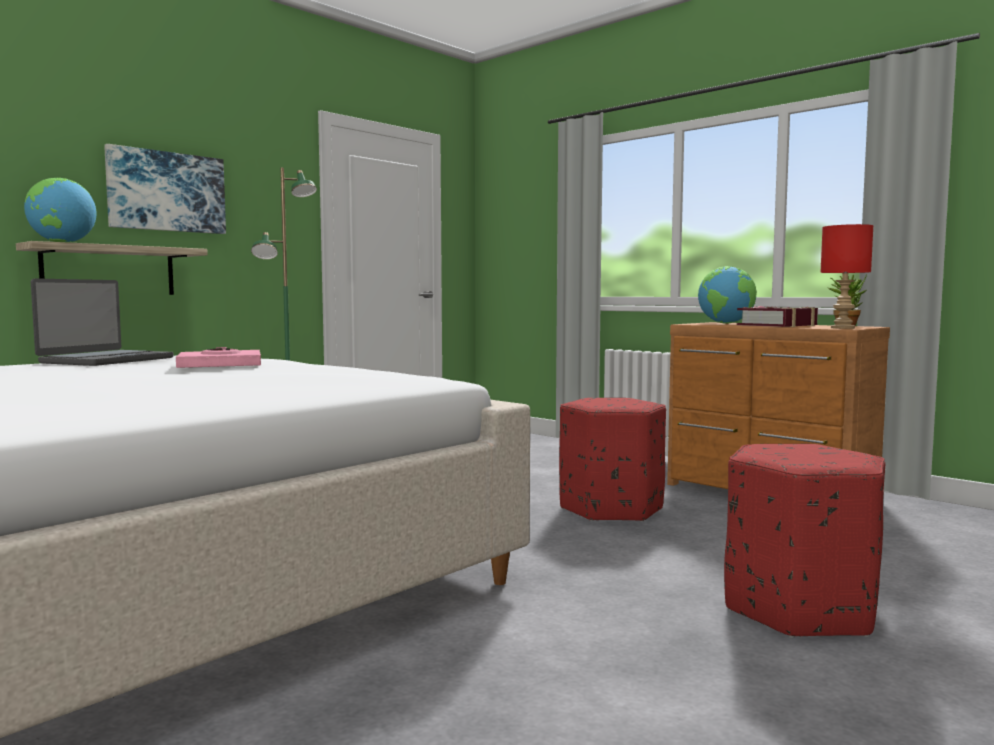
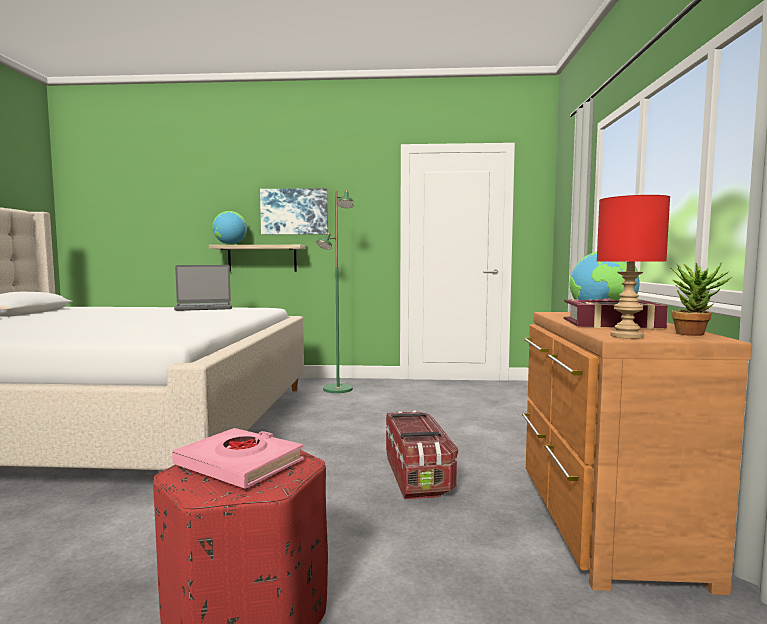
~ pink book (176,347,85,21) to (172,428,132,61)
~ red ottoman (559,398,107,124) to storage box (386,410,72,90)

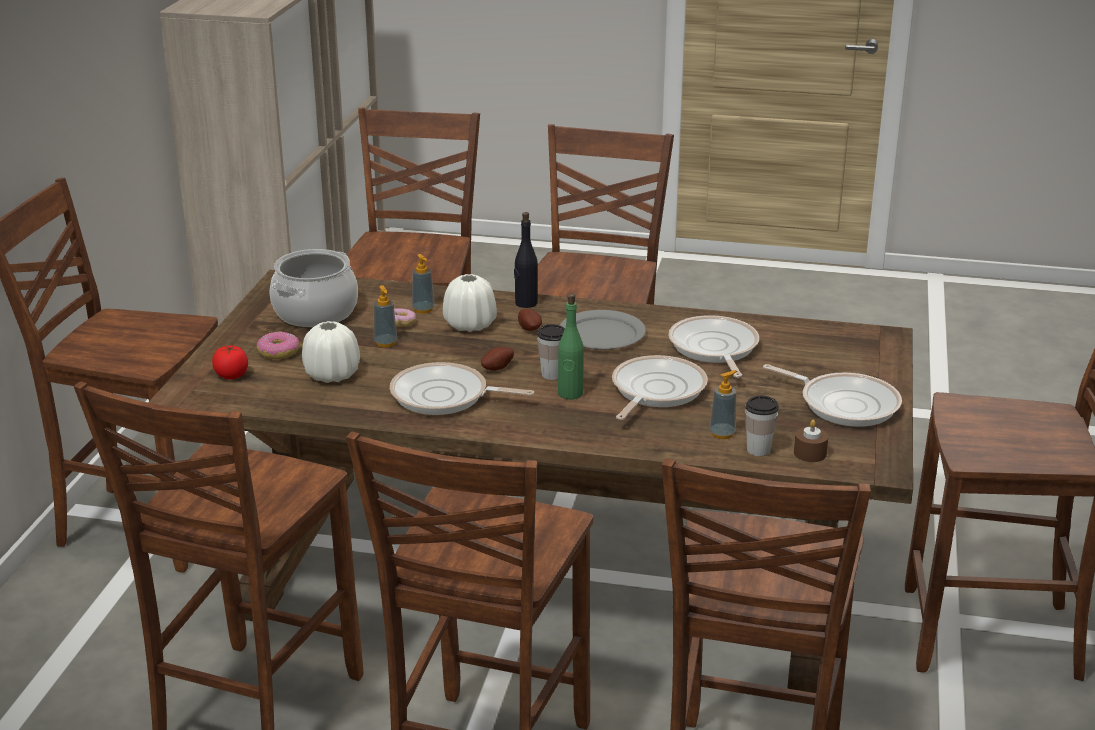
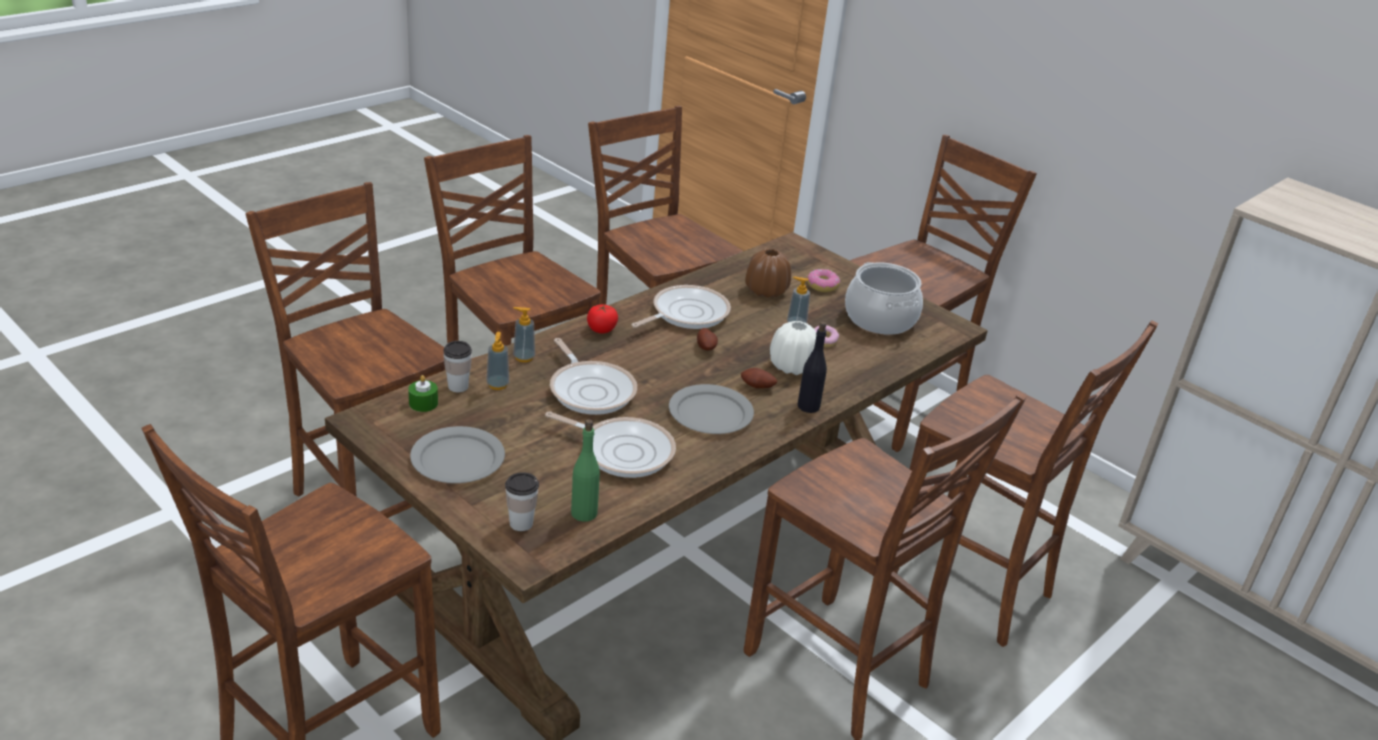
~ tomato (212,345,36,34) to (587,304,31,29)
~ white vase (302,321,58,62) to brown vase (745,249,46,49)
~ soap dispenser (412,254,23,60) to (513,307,22,55)
~ cup (537,324,28,56) to (505,472,34,59)
~ green bottle (558,294,26,105) to (571,419,29,103)
~ frying pan (763,364,139,63) to grey plate (410,426,95,57)
~ brown candle (794,420,34,42) to green candle (408,375,30,37)

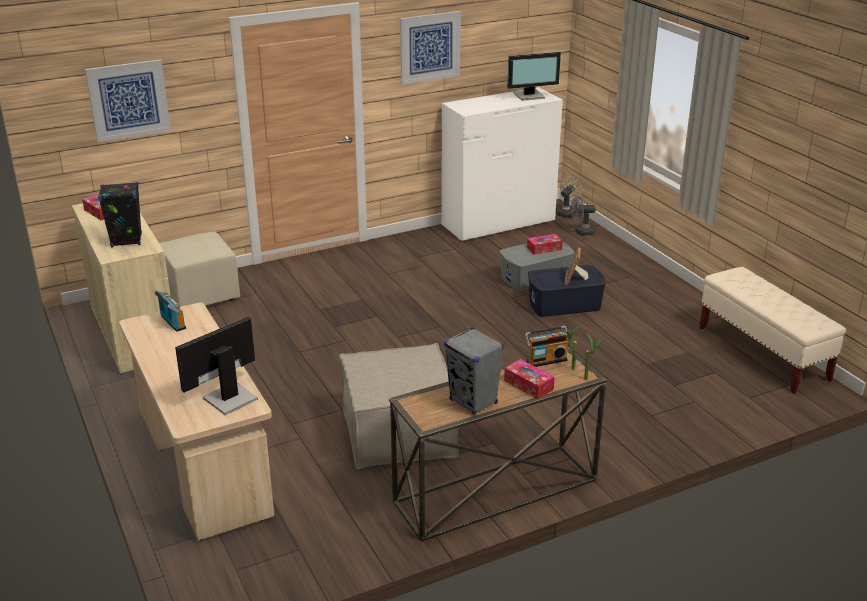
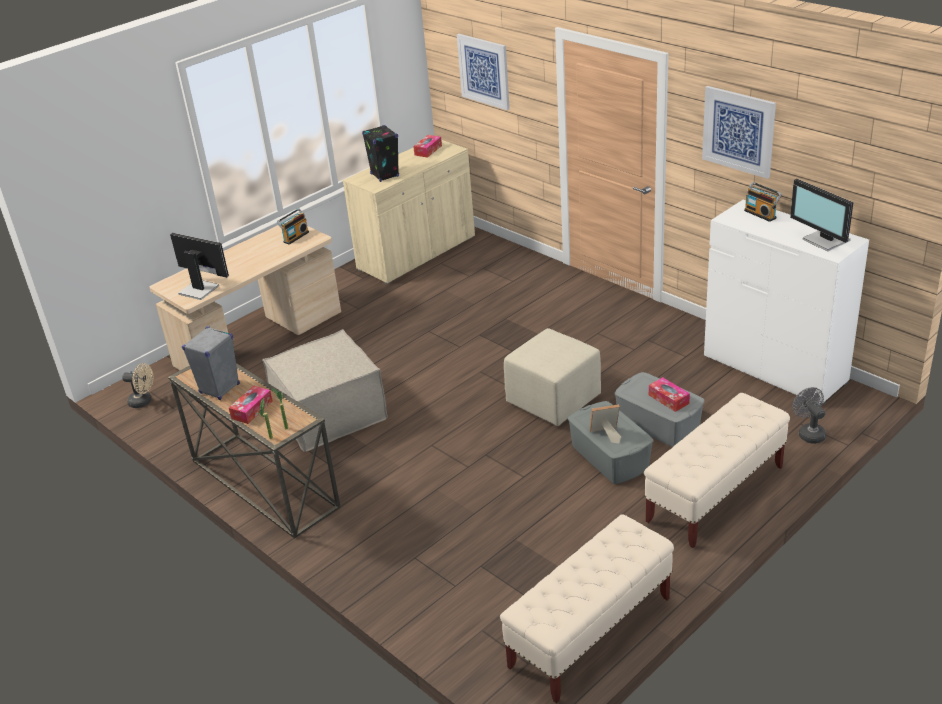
~ beige ottoman (159,231,81,76) to (504,328,97,98)
~ radio (525,326,44,41) to (744,182,38,40)
~ blue storage box (528,265,78,52) to grey storage box (568,401,85,83)
~ beige fan (556,176,27,41) to (122,363,31,45)
+ beige bench (644,393,146,155)

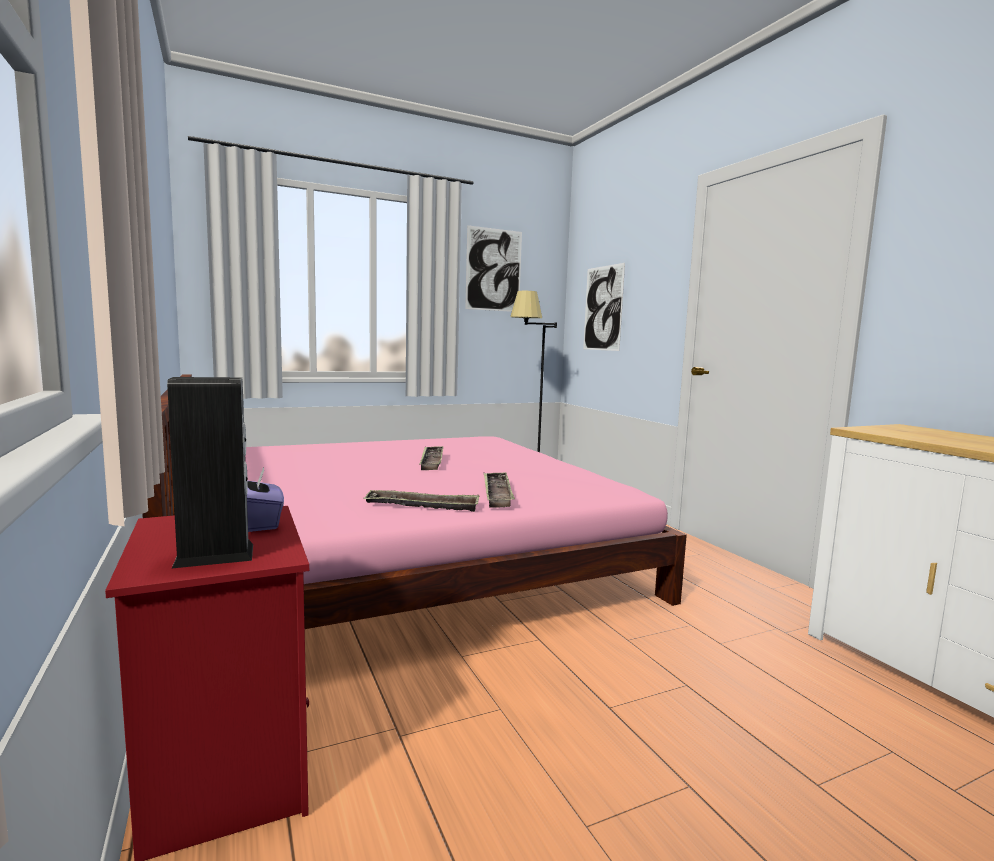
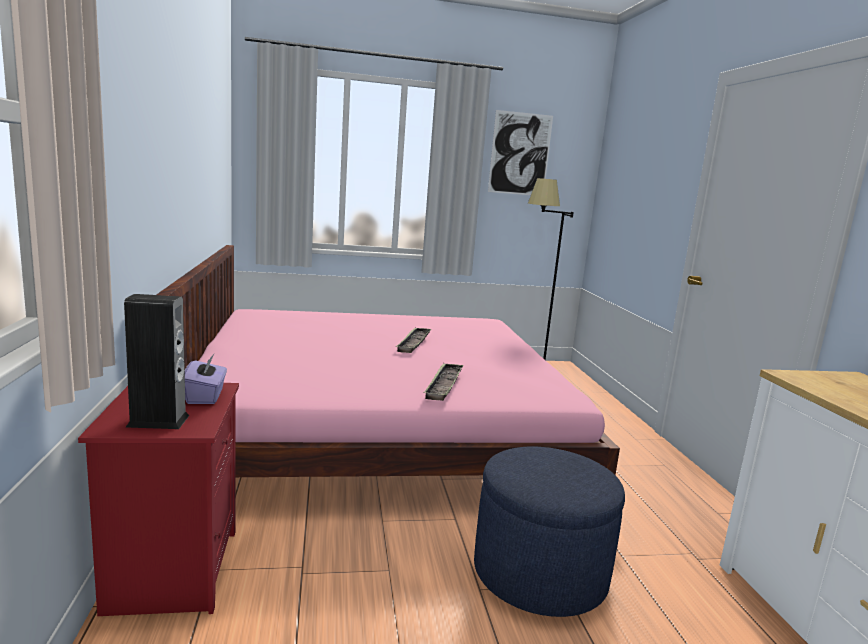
- tray (364,490,116,22)
- picture (583,263,42,88)
+ blue ottoman (474,447,151,170)

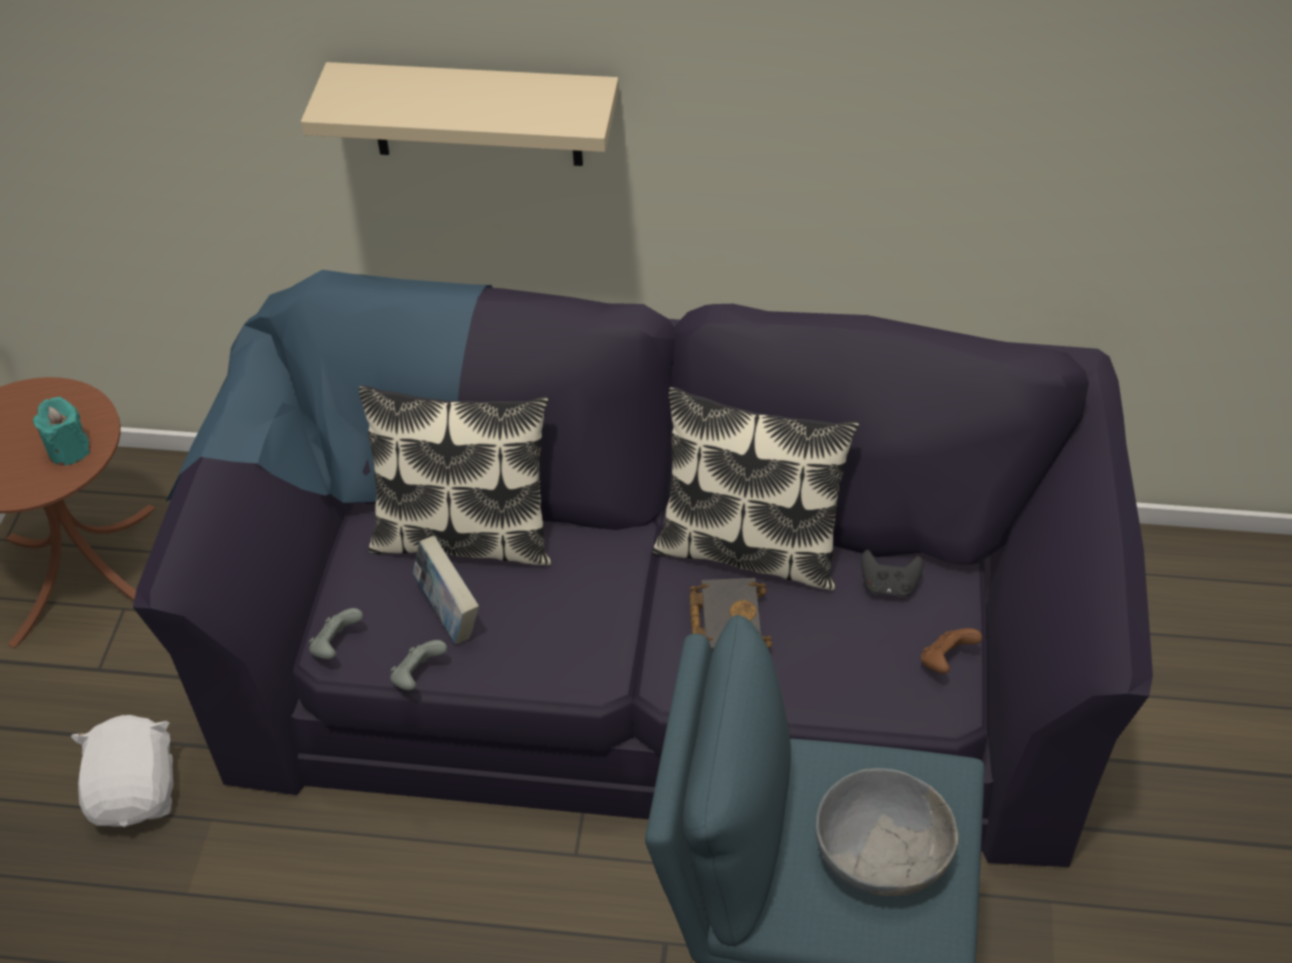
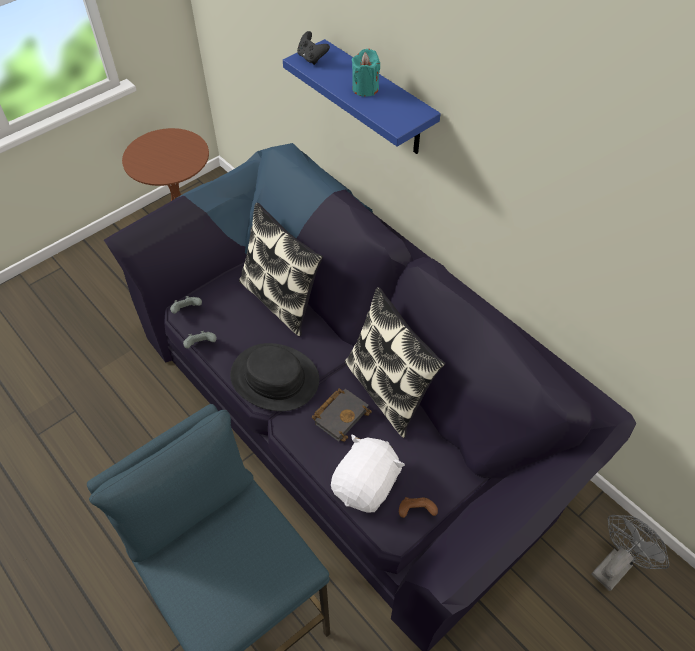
~ turquoise candle (33,397,58,69) to (352,49,28,48)
~ white plush toy (71,715,102,112) to (331,435,74,78)
~ beige shelf (301,62,318,104) to blue shelf (283,39,158,115)
- book (413,536,66,108)
- grey bowl (815,768,144,128)
~ black game controller (861,550,63,47) to (297,31,33,34)
+ black hat (230,343,89,68)
+ grey fan (592,515,77,76)

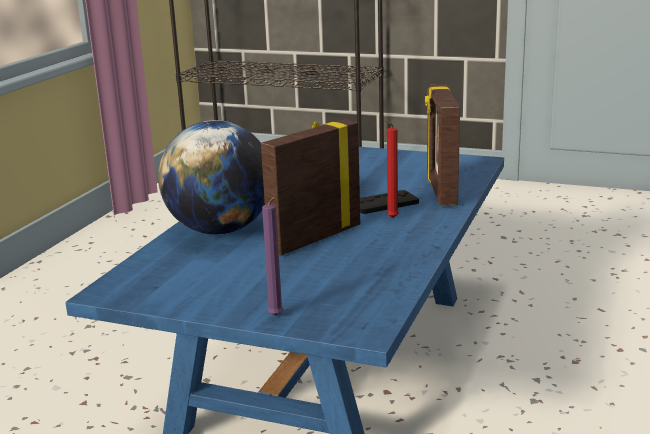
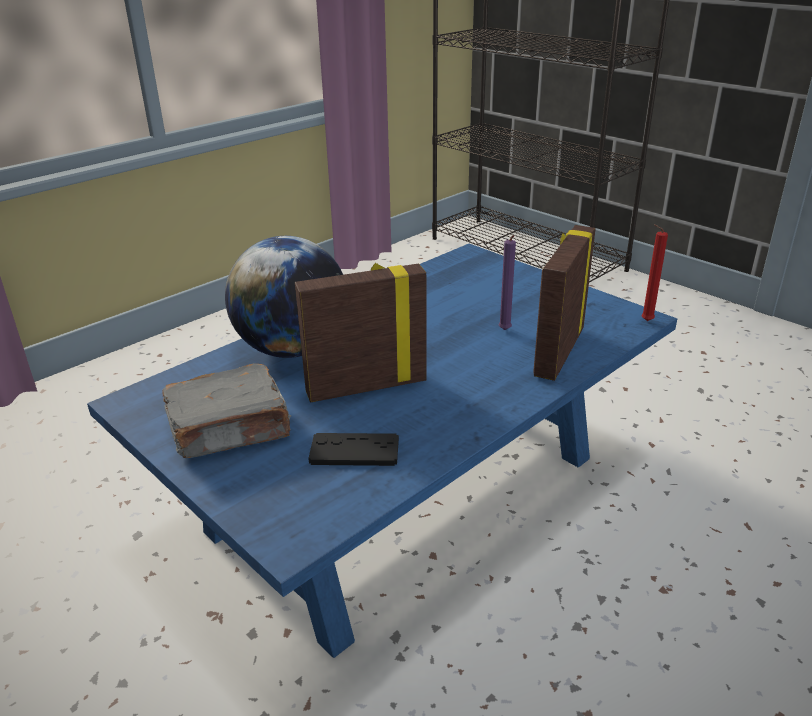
~ purple candle (262,197,22,119) to (499,235,17,95)
~ black game controller (360,190,59,24) to (308,433,91,33)
~ red candle (385,121,14,97) to (641,224,27,97)
+ grey book (162,363,129,95)

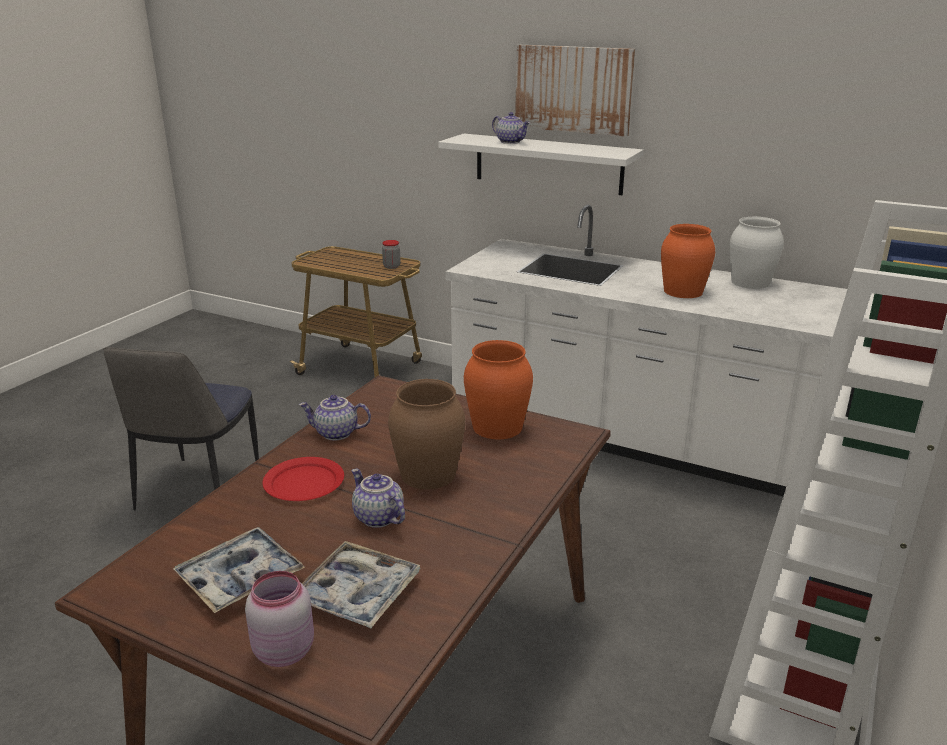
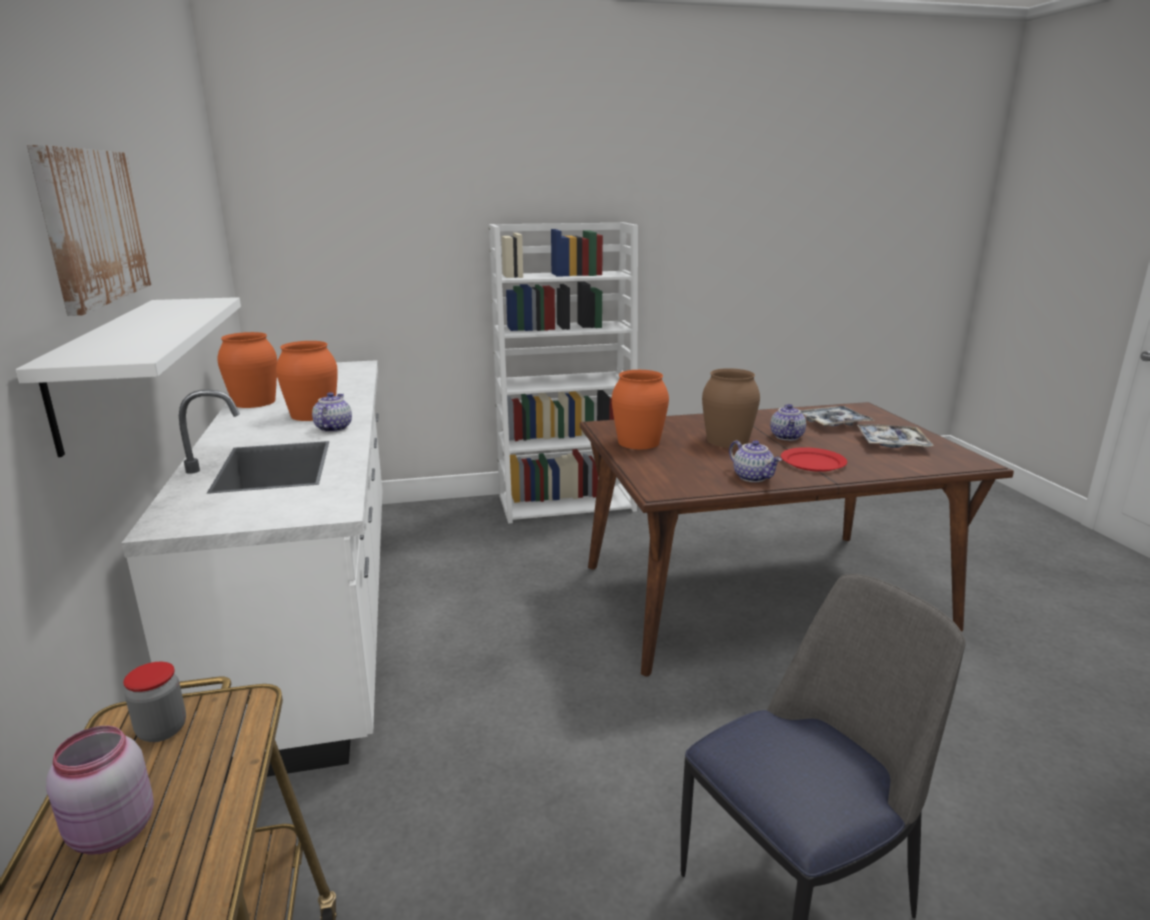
~ pink jar (245,571,69,96) to (46,726,108,129)
~ teapot (492,112,38,32) to (312,392,40,40)
~ white vase (730,217,54,72) to orange vase (218,332,59,76)

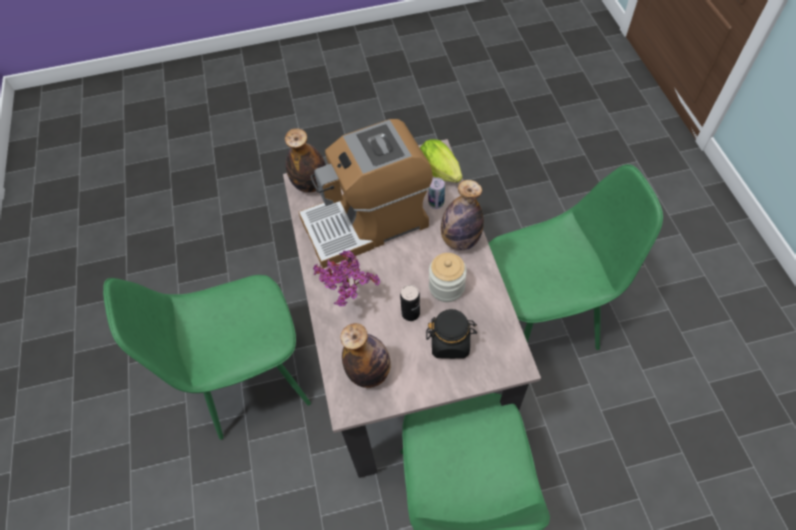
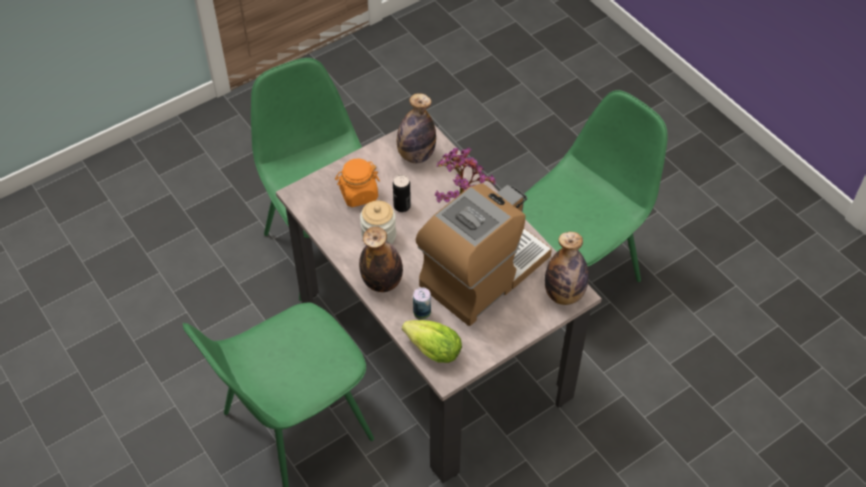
~ black jar (426,309,51,50) to orange jar (335,159,45,48)

